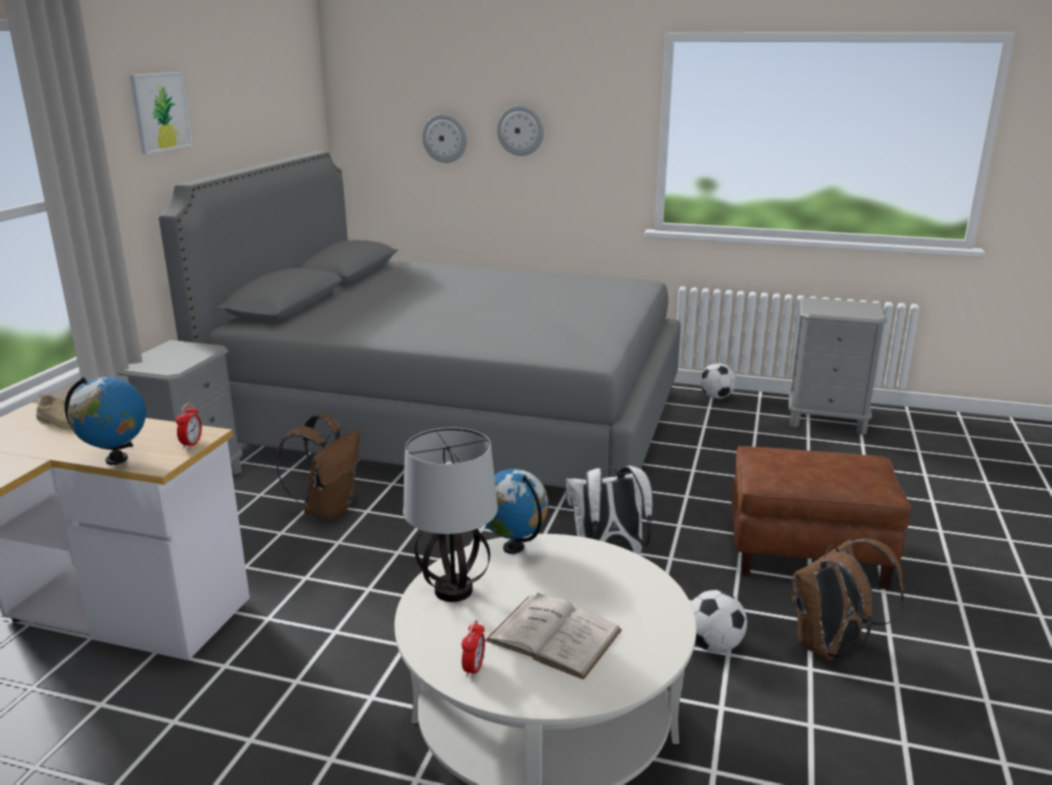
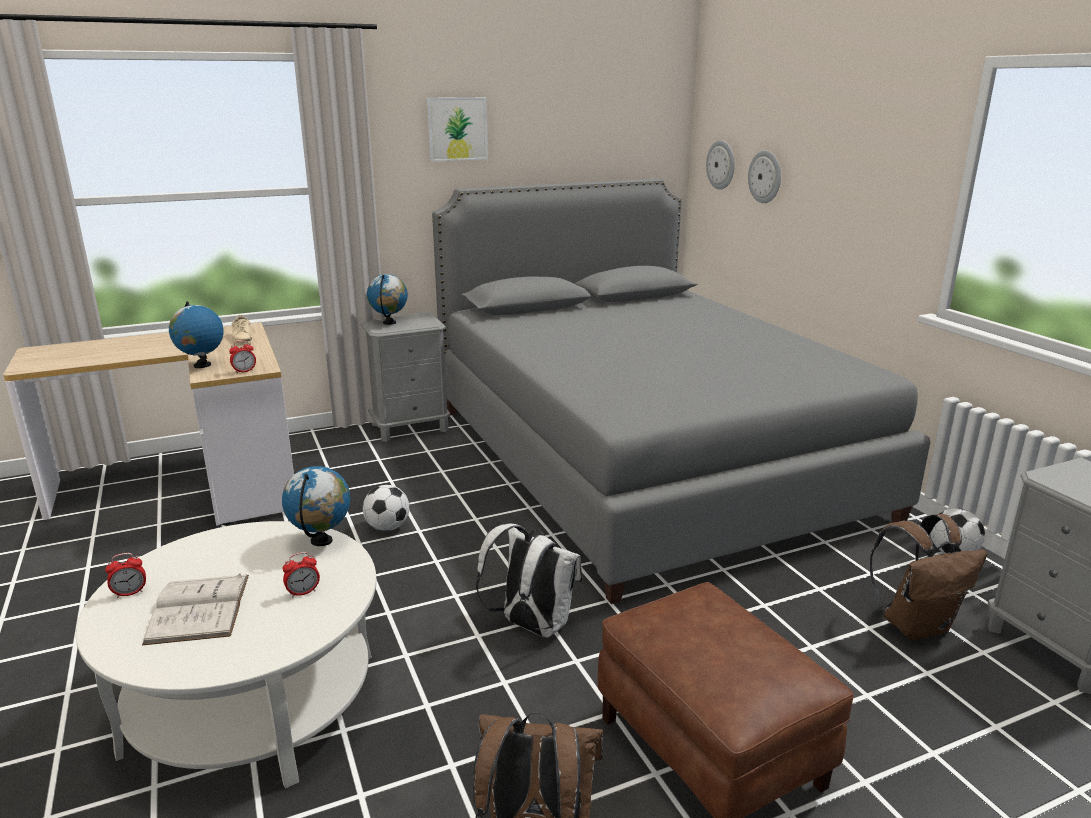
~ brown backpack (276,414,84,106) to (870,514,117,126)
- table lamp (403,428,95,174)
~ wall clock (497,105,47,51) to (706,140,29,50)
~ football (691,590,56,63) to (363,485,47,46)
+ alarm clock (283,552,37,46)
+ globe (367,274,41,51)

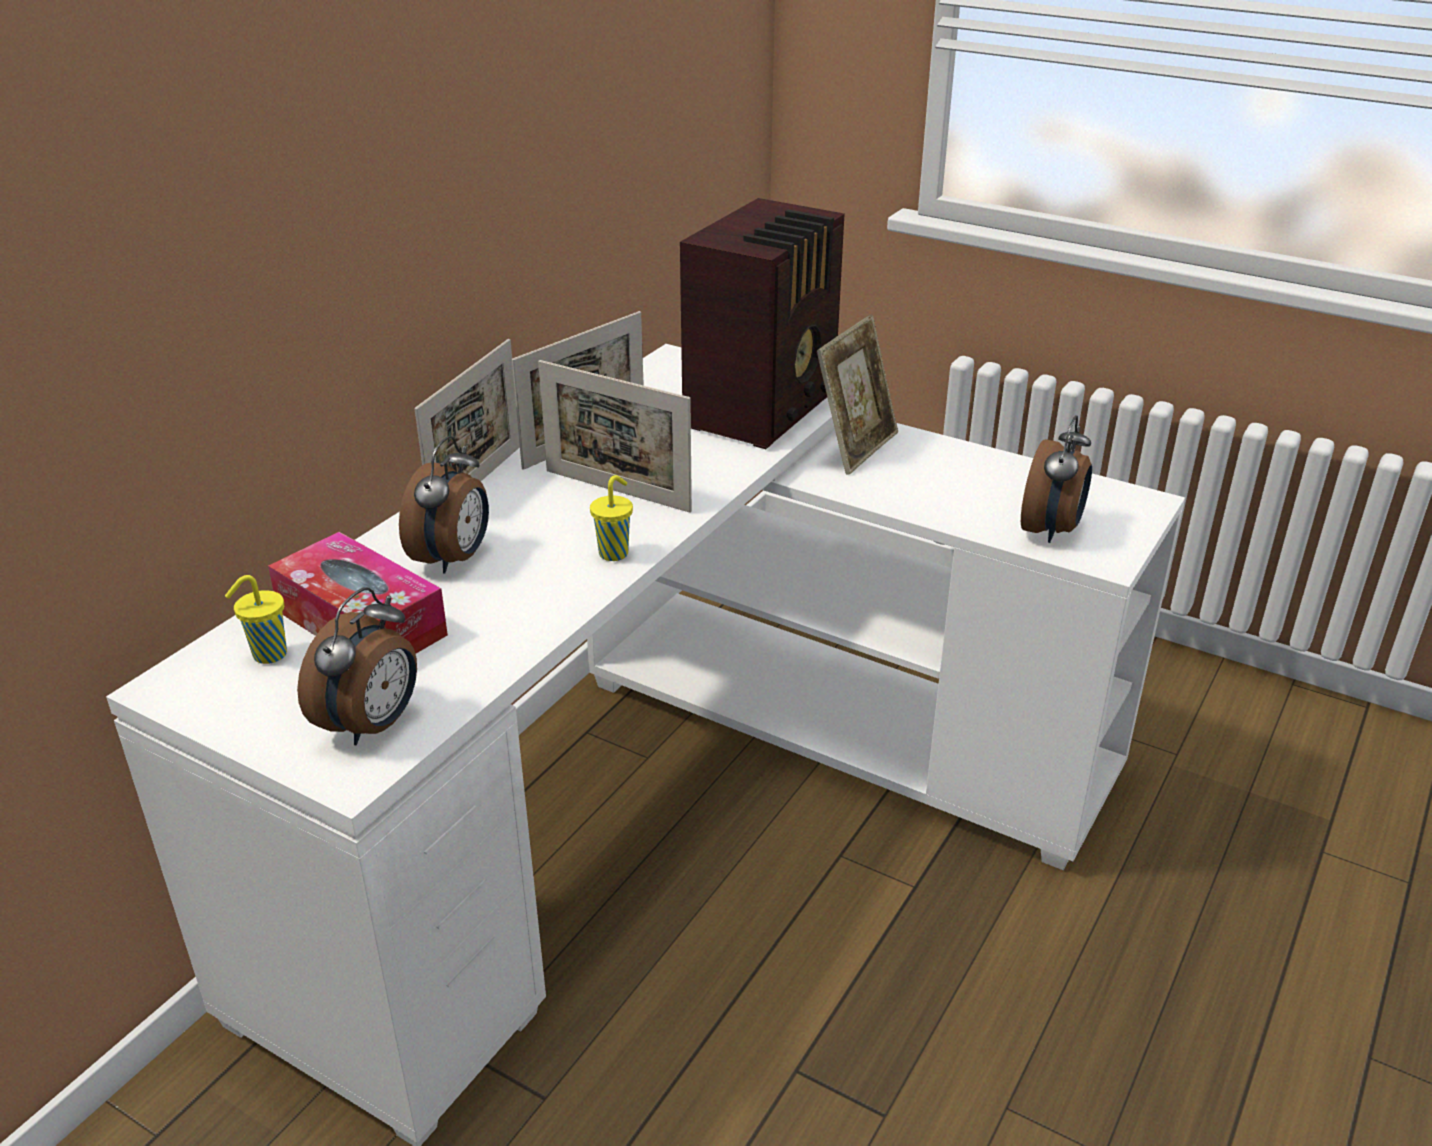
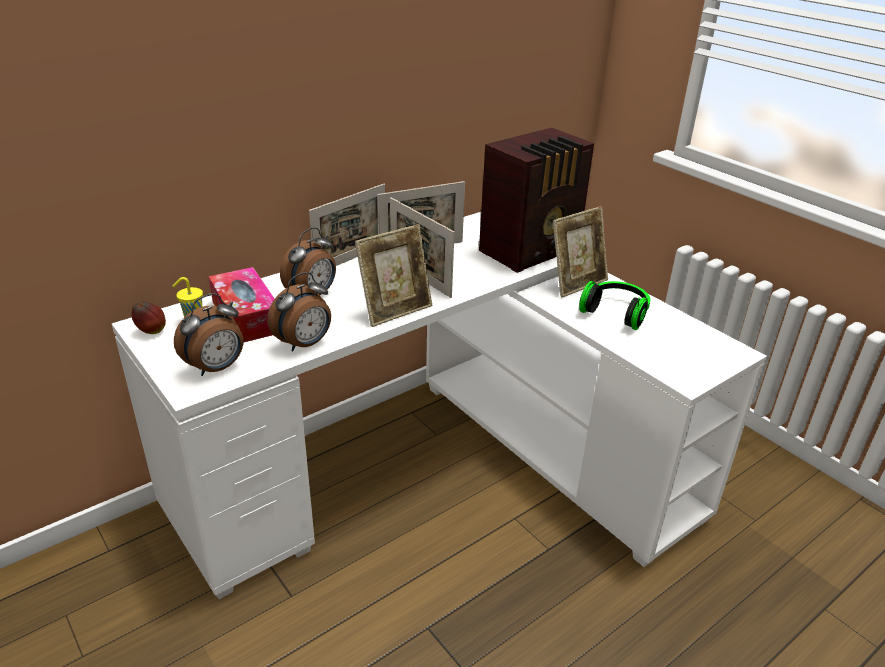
~ yellow cup (590,475,43,86) to picture frame (355,224,77,103)
~ alarm clock (1021,415,71,128) to (267,272,64,79)
+ apple (132,302,34,32)
+ headphones (579,281,71,49)

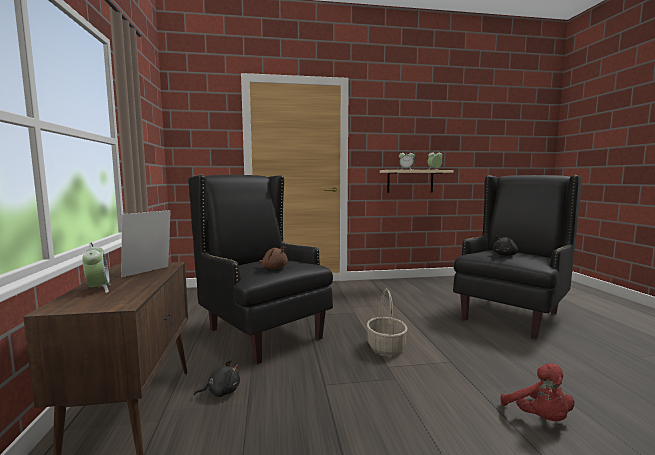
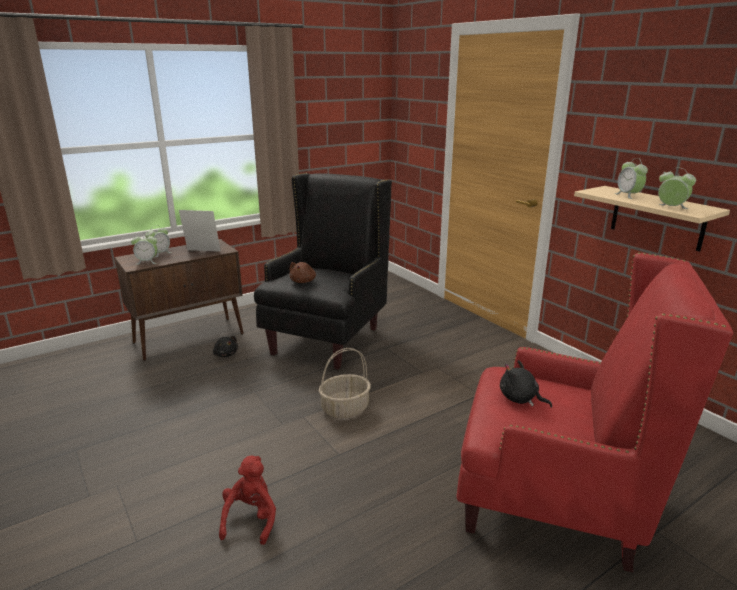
~ black armchair (453,175,129,164) to red armchair (457,253,276,320)
~ red plush toy (500,363,75,58) = (219,456,57,89) 135 degrees clockwise
+ alarm clock (131,232,26,33)

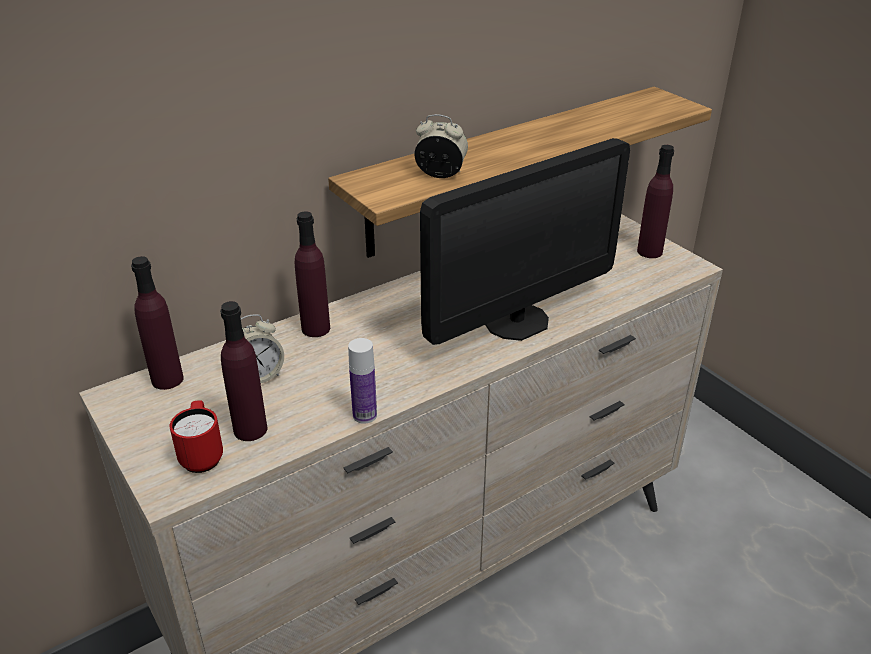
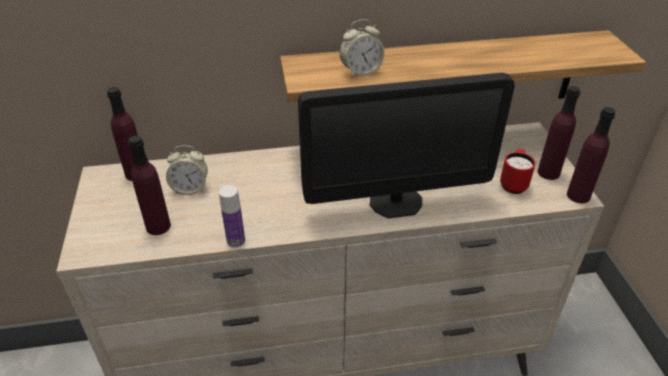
~ red mug (170,400,53,73) to (500,149,36,45)
~ purple bottle (295,211,35,126) to (567,107,49,96)
~ alarm clock (414,114,54,64) = (340,19,44,59) 120 degrees clockwise

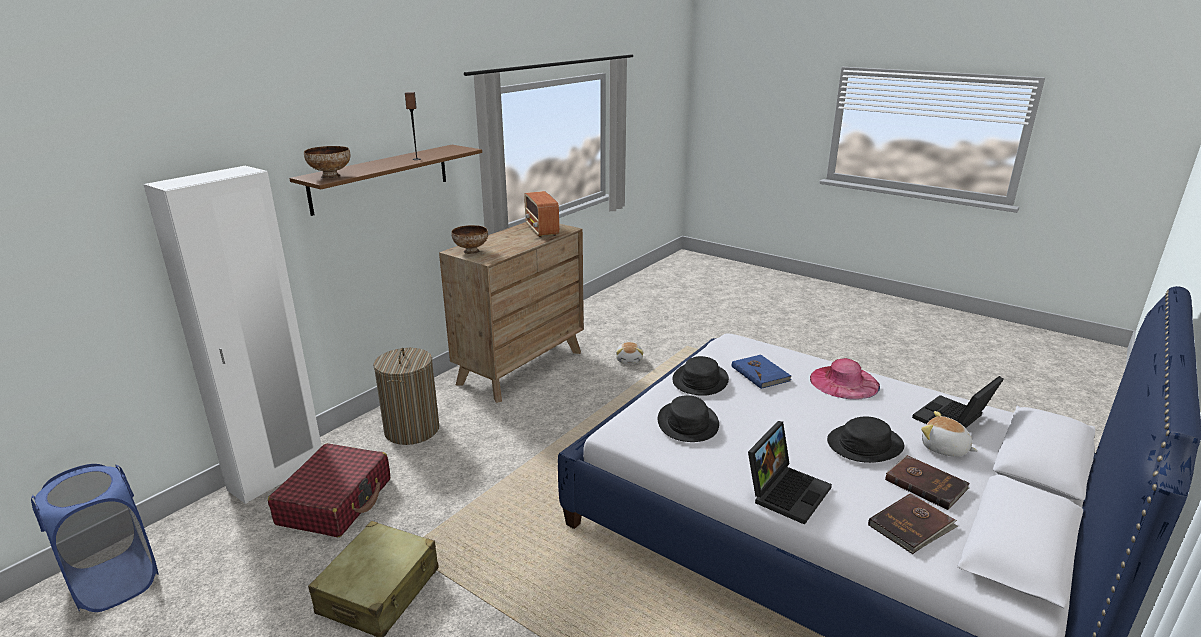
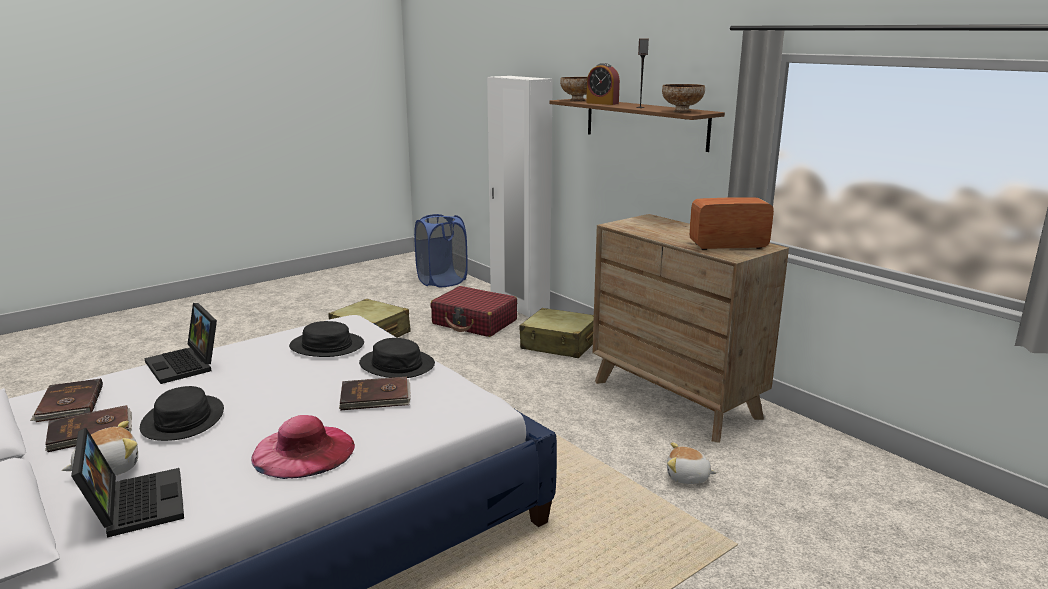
~ laundry basket (373,347,66,98) to beige suitcase (519,308,75,50)
~ bowl (451,225,37,29) to (662,84,43,29)
~ blue book (732,354,60,35) to brown book (339,377,71,34)
+ alarm clock (586,63,34,42)

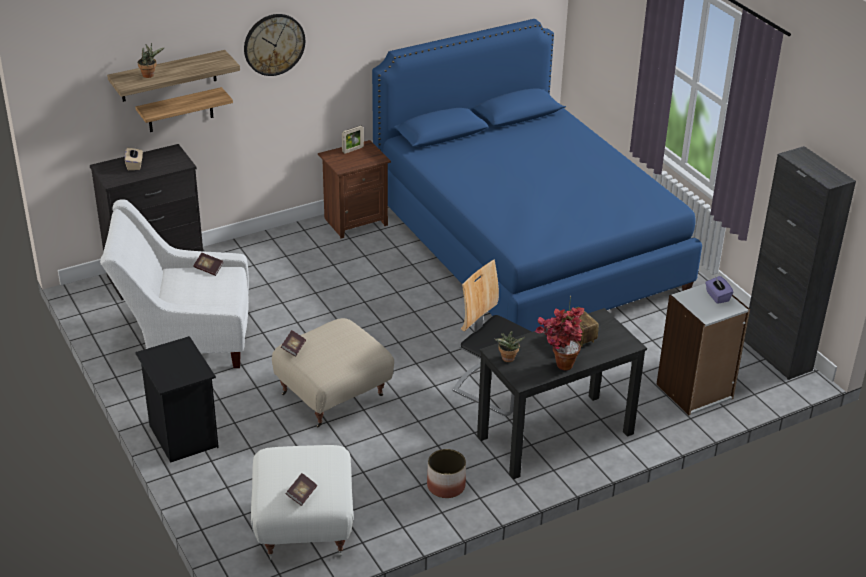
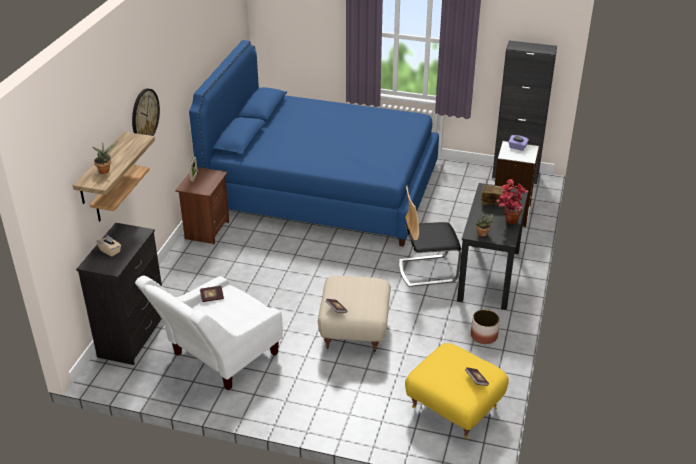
- black nightstand (135,336,84,127)
~ white ottoman (251,445,102,115) to yellow ottoman (405,343,104,97)

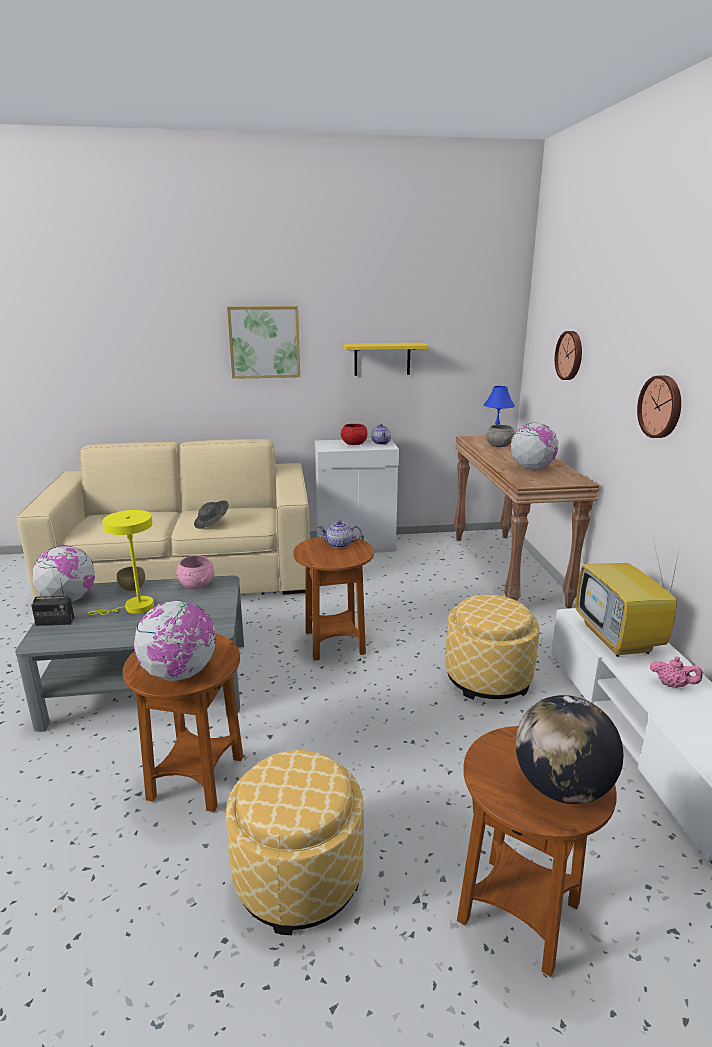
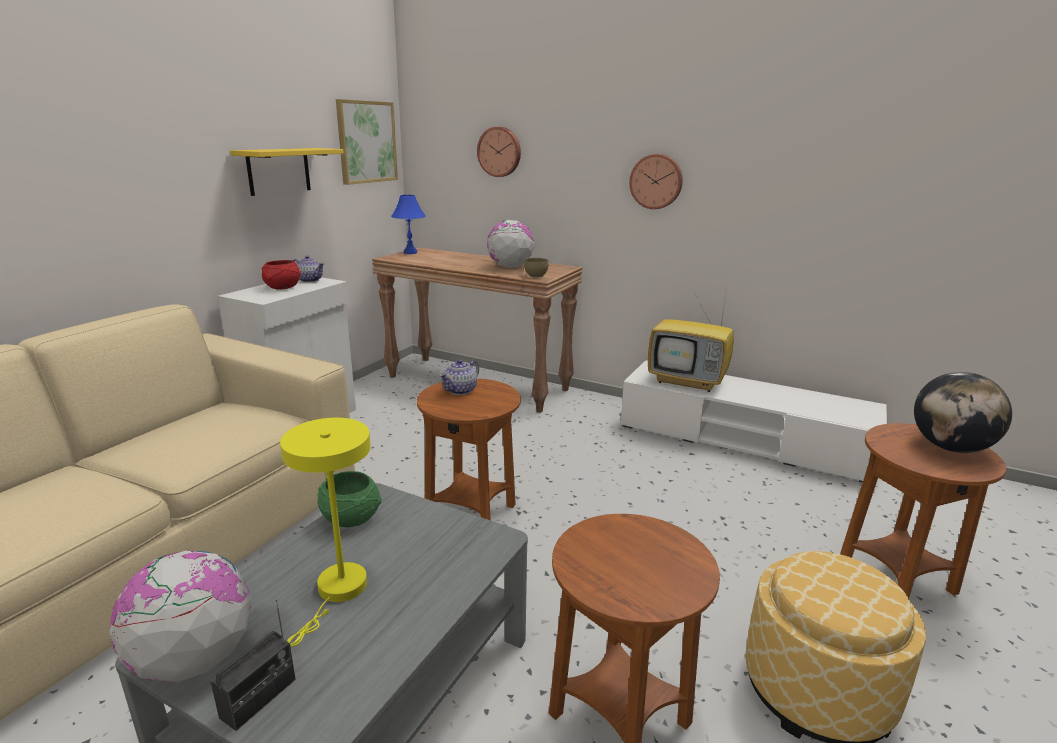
~ brown bowl (117,566,28,25) to (524,258,24,20)
- globe (134,600,82,82)
~ pink bowl (176,555,38,34) to green bowl (317,471,65,56)
- grey hat (194,500,35,29)
~ picture (227,306,73,73) to (336,99,62,86)
- ottoman (445,595,94,104)
- grey bowl (485,425,29,22)
- pink teapot (650,657,52,31)

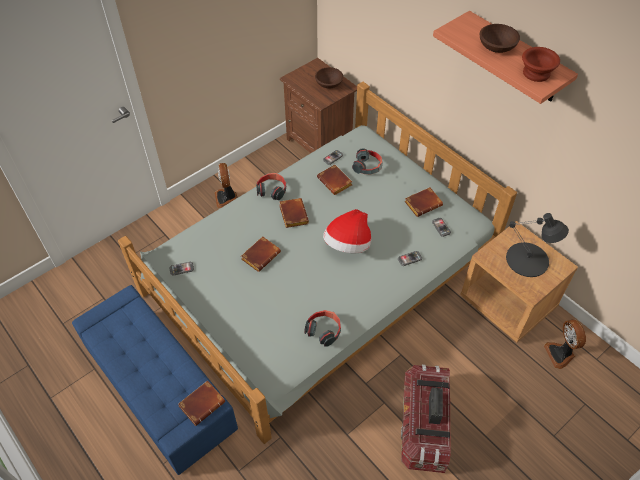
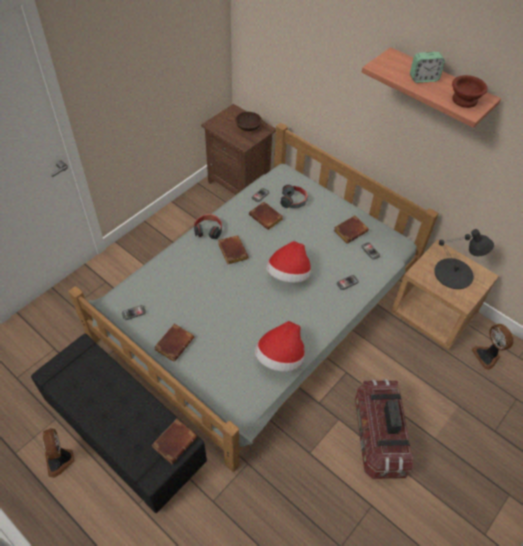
~ blue ottoman (72,285,166,190) to black ottoman (31,333,176,180)
~ fan (215,163,22,45) to (43,428,31,50)
~ brown book (241,236,40,36) to (154,324,40,38)
~ headphones (304,310,37,37) to hat (255,321,50,51)
~ brown bowl (479,24,41,29) to alarm clock (410,52,35,31)

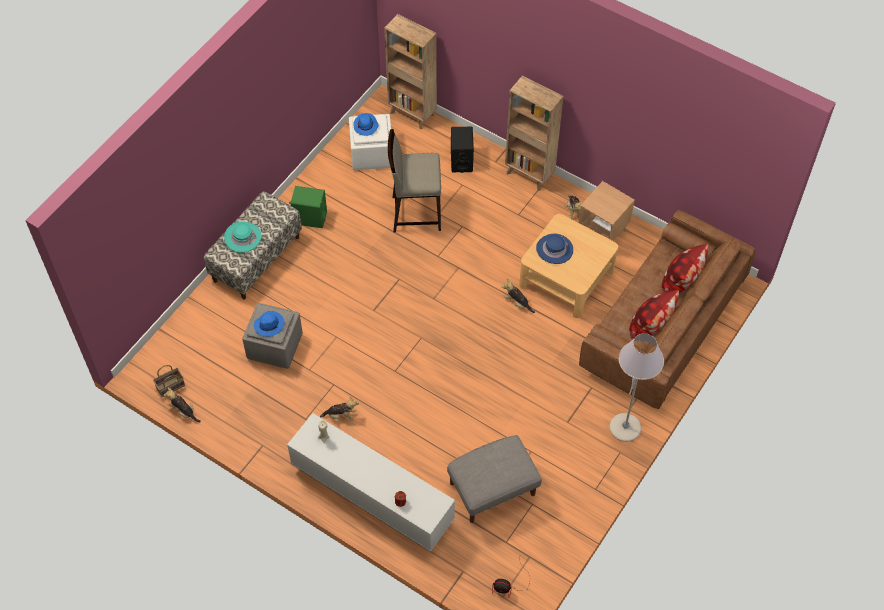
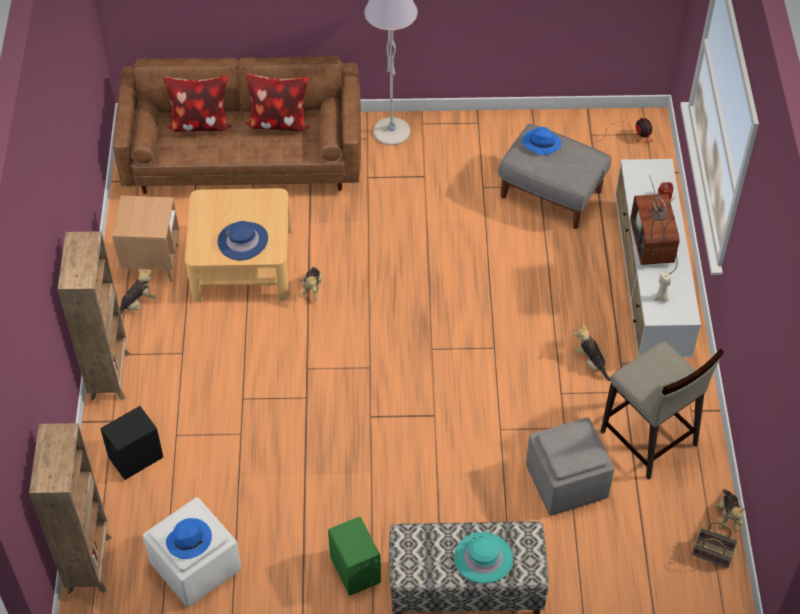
~ blue hat (254,311,30,26) to (523,127,39,28)
~ beige stool (388,129,53,103) to (600,341,124,139)
+ television (630,175,49,99)

